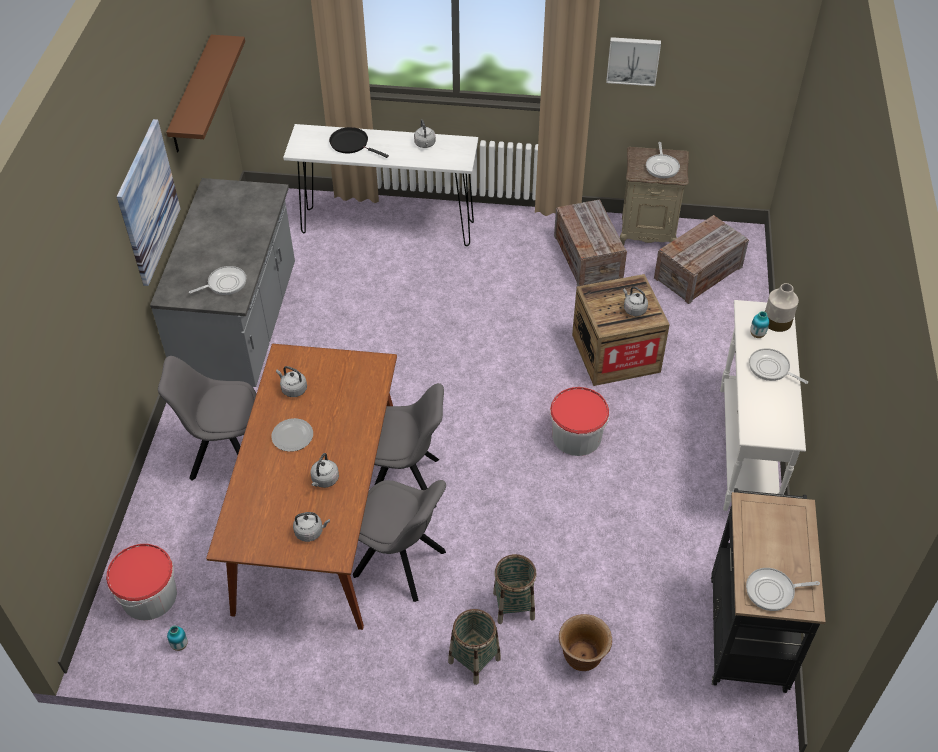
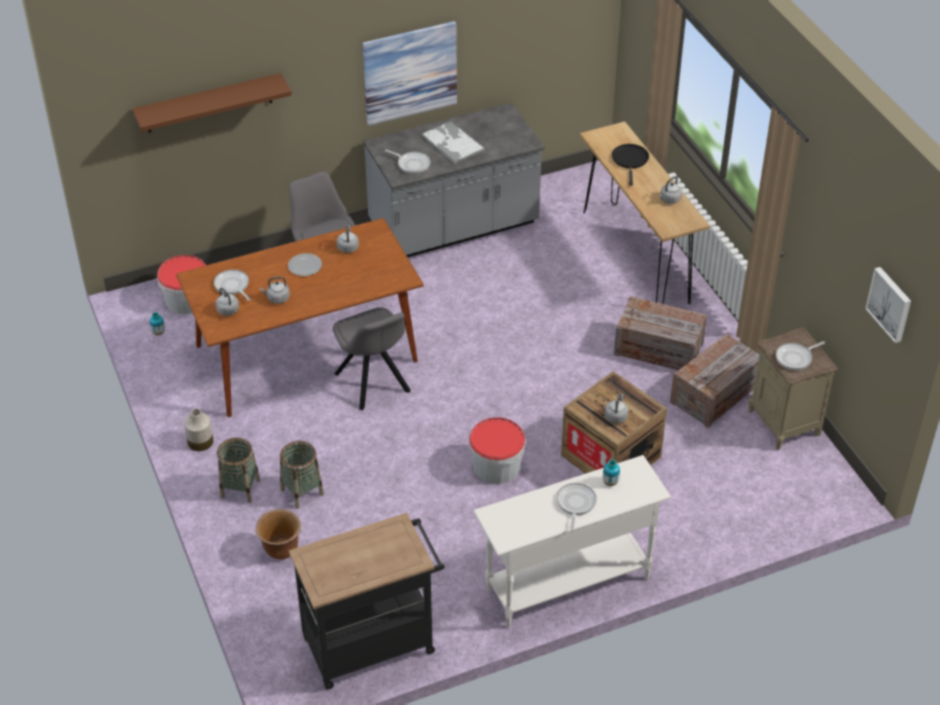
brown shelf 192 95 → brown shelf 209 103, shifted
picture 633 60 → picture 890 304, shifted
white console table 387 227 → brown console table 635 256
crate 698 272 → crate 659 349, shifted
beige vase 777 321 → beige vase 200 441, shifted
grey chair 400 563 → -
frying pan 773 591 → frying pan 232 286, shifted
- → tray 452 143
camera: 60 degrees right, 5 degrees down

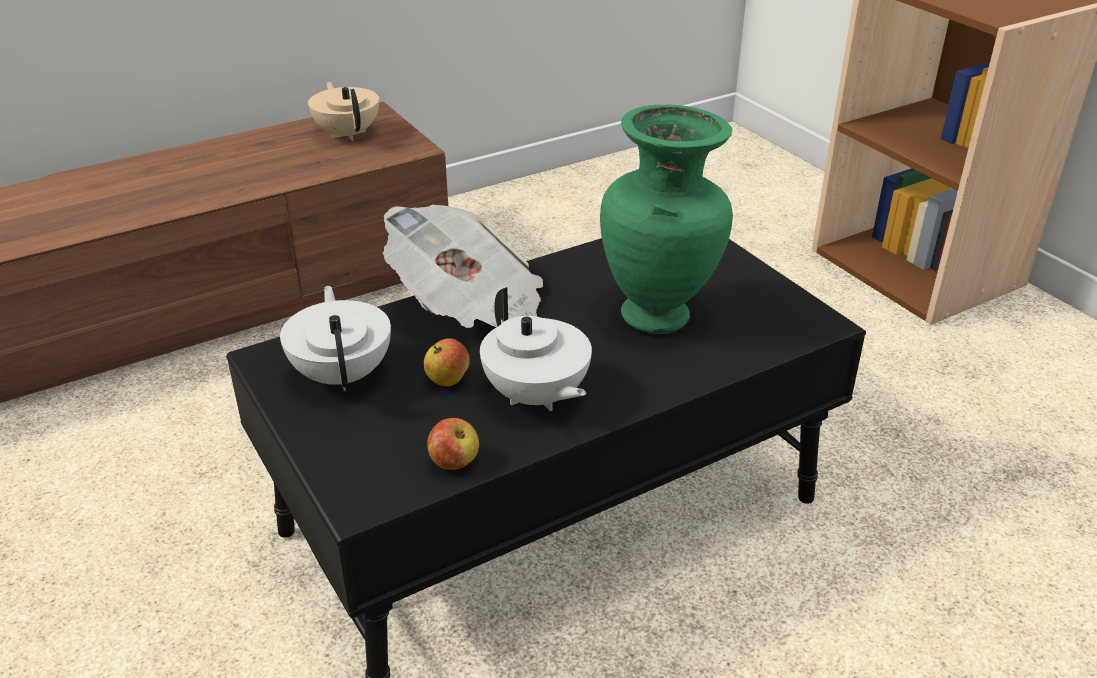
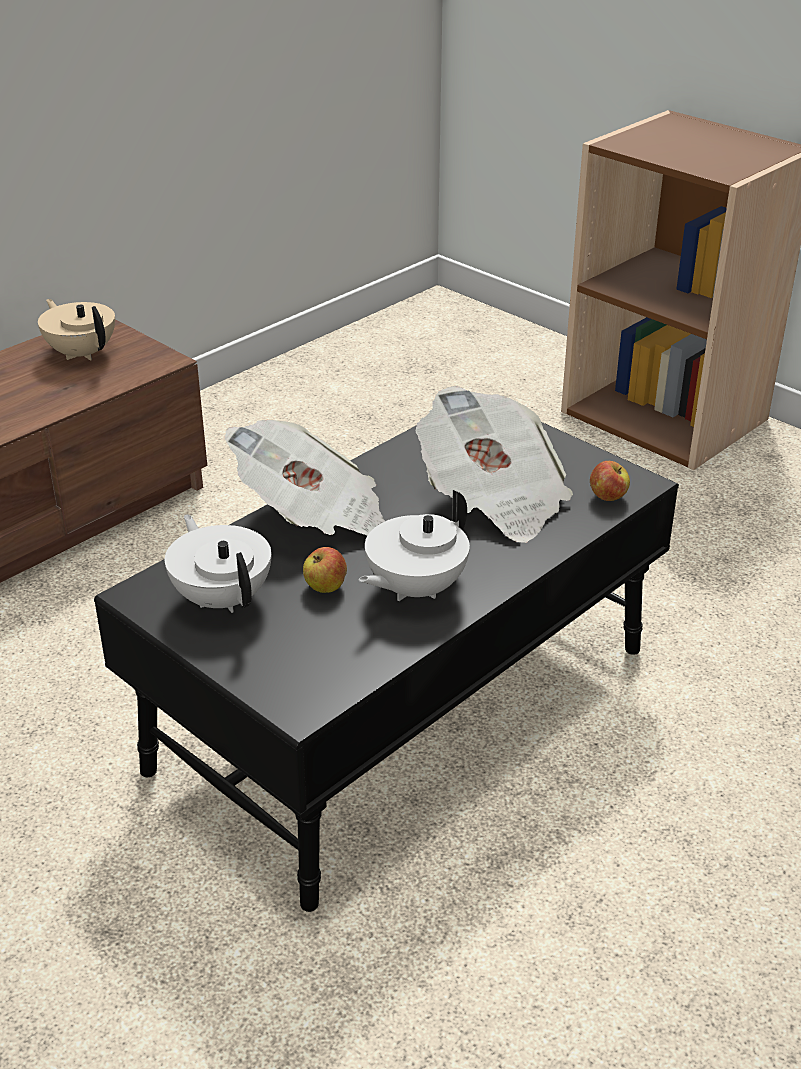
green vase 658 317 → newspaper 493 499
white teapot 536 397 → white teapot 414 589, 90 degrees clockwise
apple 454 462 → apple 608 497, shifted
camera: 15 degrees left, 0 degrees up

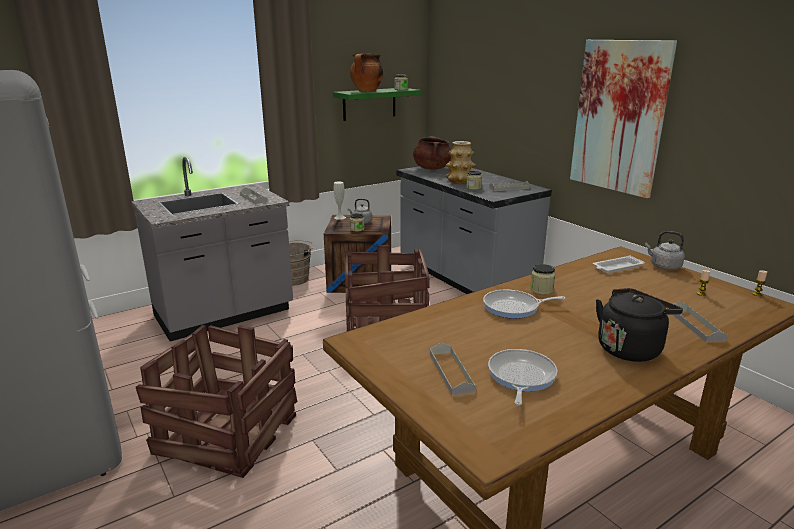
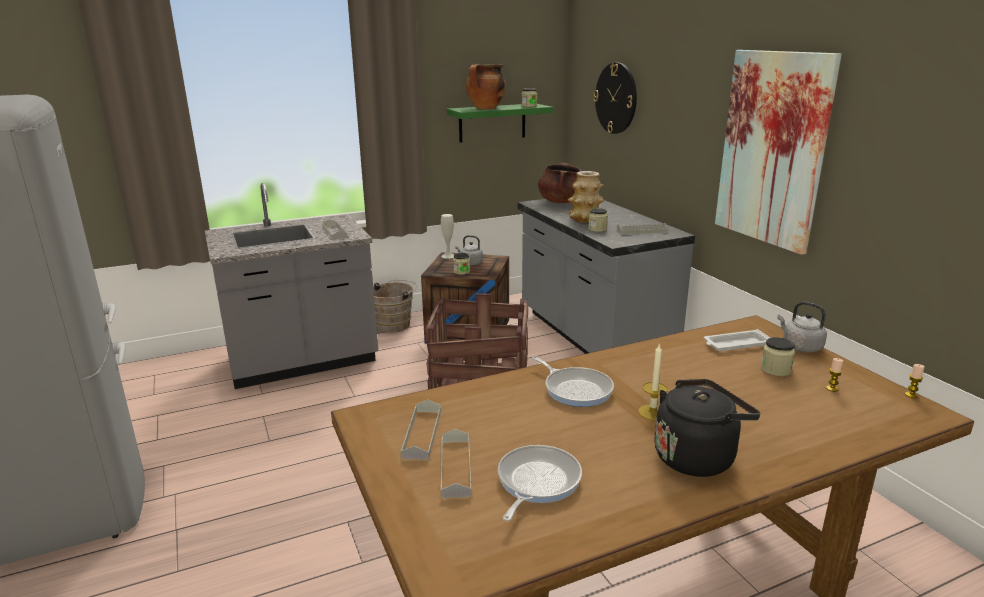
jar 541 290 → jar 775 370, shifted
frying pan 514 308 → frying pan 575 389, 135 degrees counterclockwise
grey tray 695 325 → grey tray 422 434, shifted
crate 229 431 → -
- → wall clock 616 98
- → candle 652 412
camera: 10 degrees right, 0 degrees up

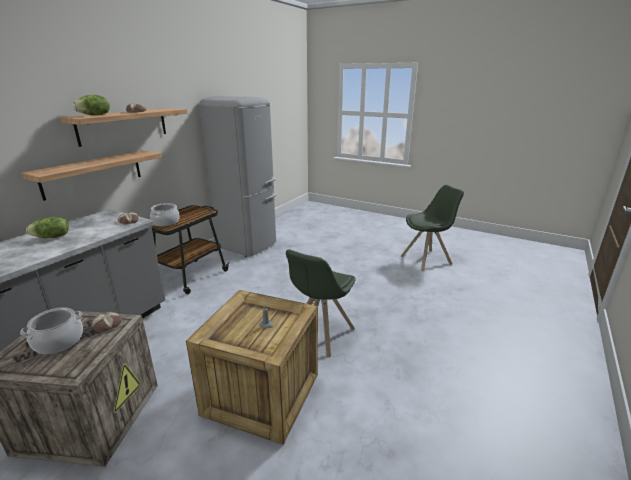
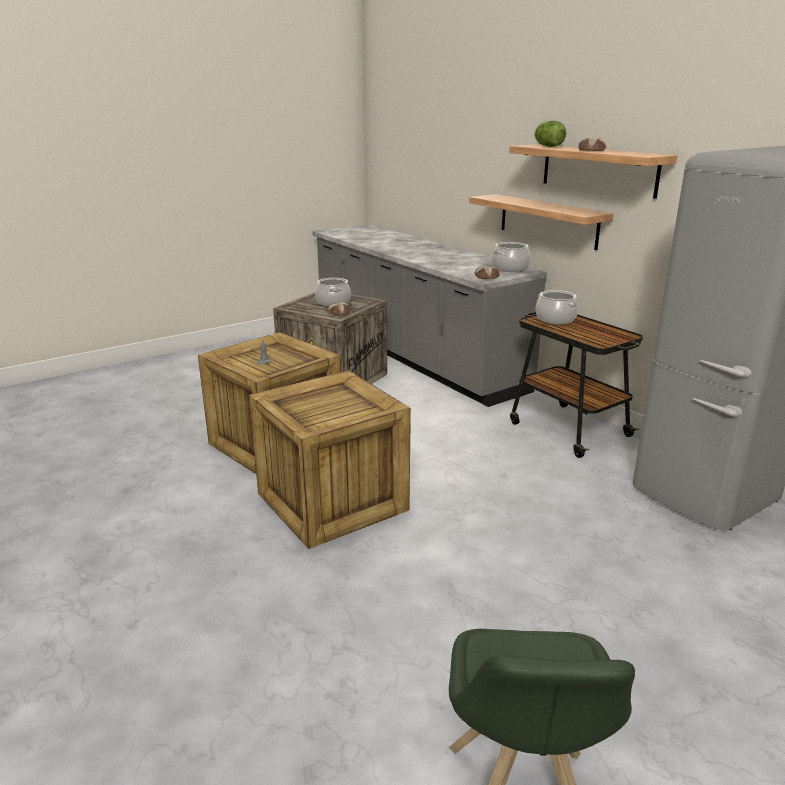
lettuce 52 237 → -
green chair 320 334 → crate 332 500
- → cooking pot 510 268
camera: 115 degrees right, 0 degrees up

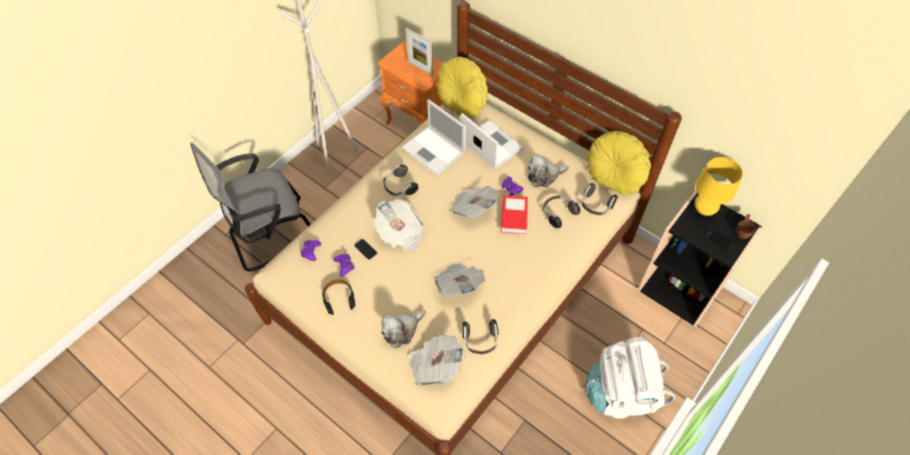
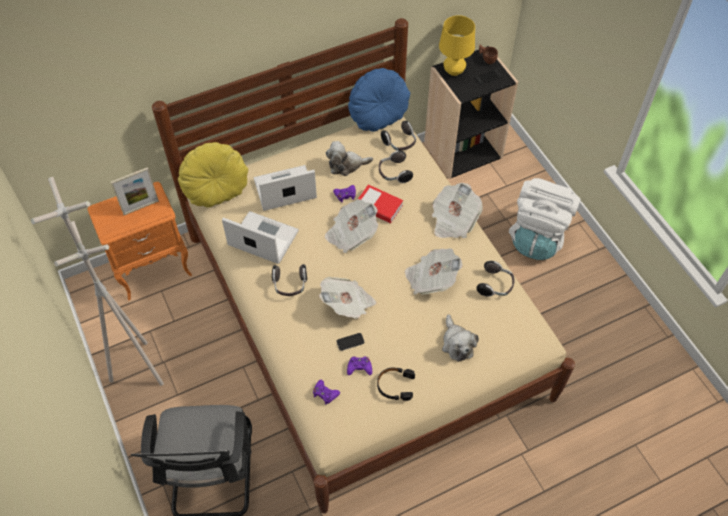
laptop 434 151 → laptop 262 238, 135 degrees counterclockwise
yellow pillow 613 180 → blue pillow 378 119
plush toy 544 176 → plush toy 346 165, 75 degrees clockwise
newspaper 435 365 → newspaper 453 220, shifted
camera: 65 degrees left, 0 degrees up

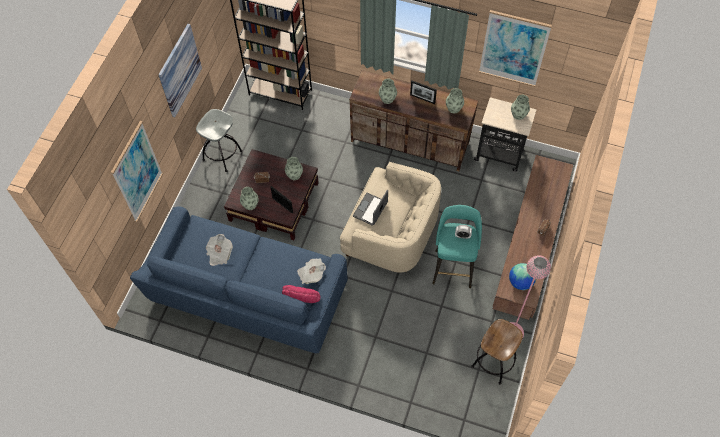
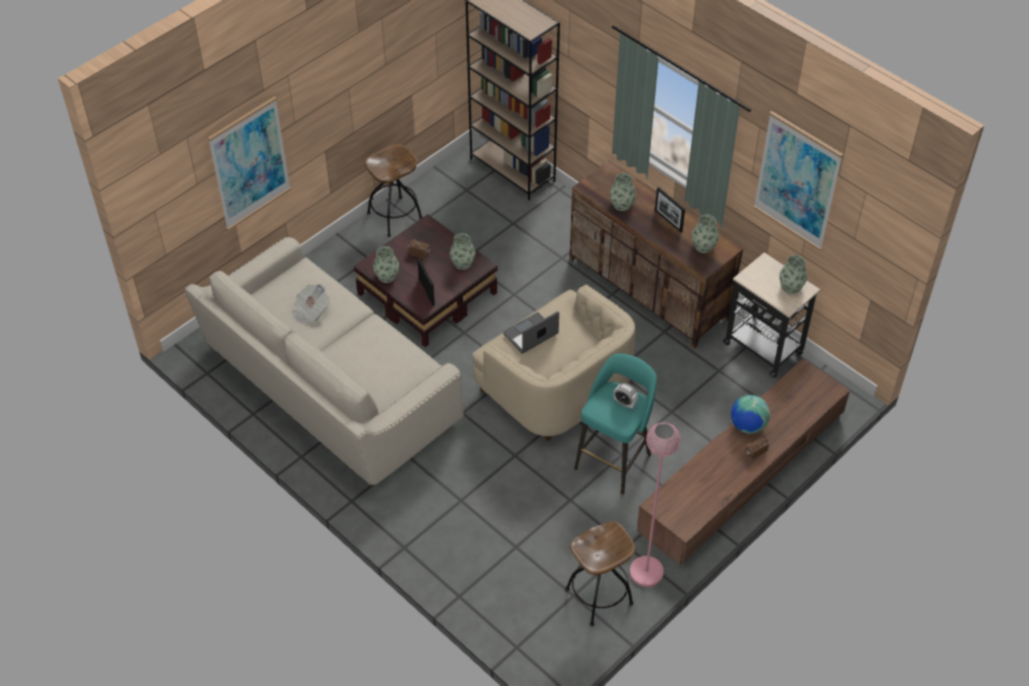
picture 179 70 → -
grey stool 222 155 → brown stool 395 216
blue sofa 247 294 → beige sofa 330 385
newspaper 311 274 → -
globe 520 282 → globe 747 425, shifted
pink pillow 302 301 → -
camera: 25 degrees right, 10 degrees down

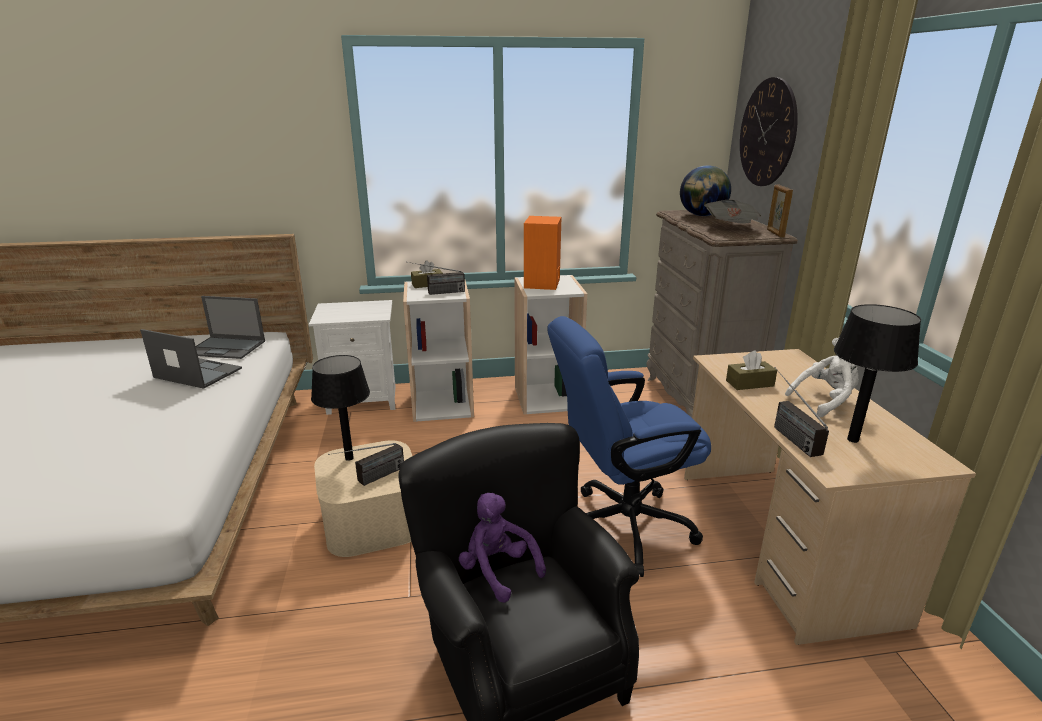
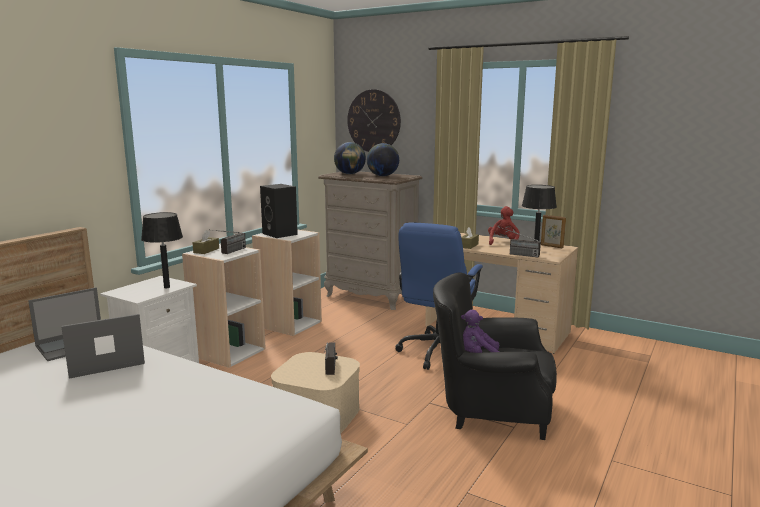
picture frame 775 233 → picture frame 551 246, shifted
newspaper 731 227 → globe 382 176
orange speaker 542 284 → black speaker 281 234
white plush toy 825 401 → red plush toy 503 243
black table lamp 349 458 → black table lamp 167 287, shifted
camera: 50 degrees left, 10 degrees down

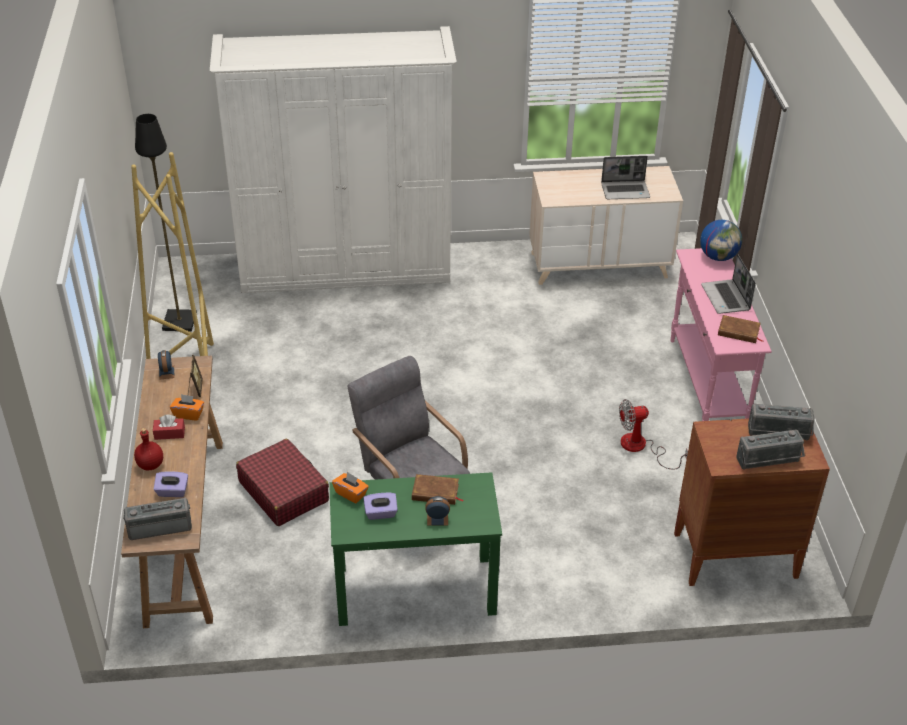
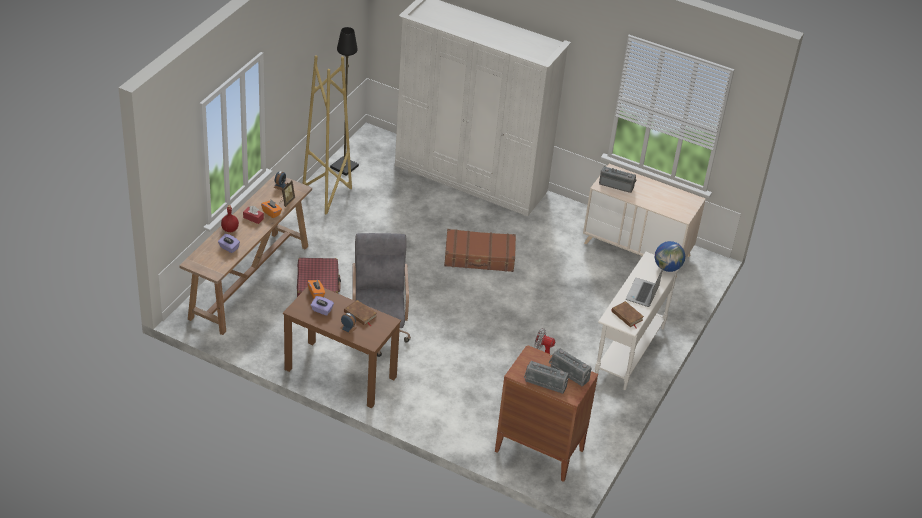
laptop 625 191 → -
pink console table 707 383 → white console table 629 352
green desk 414 590 → brown desk 340 373
radio 160 526 → radio 616 185, shifted
- → brown suitcase 479 257
camera: 30 degrees right, 0 degrees up

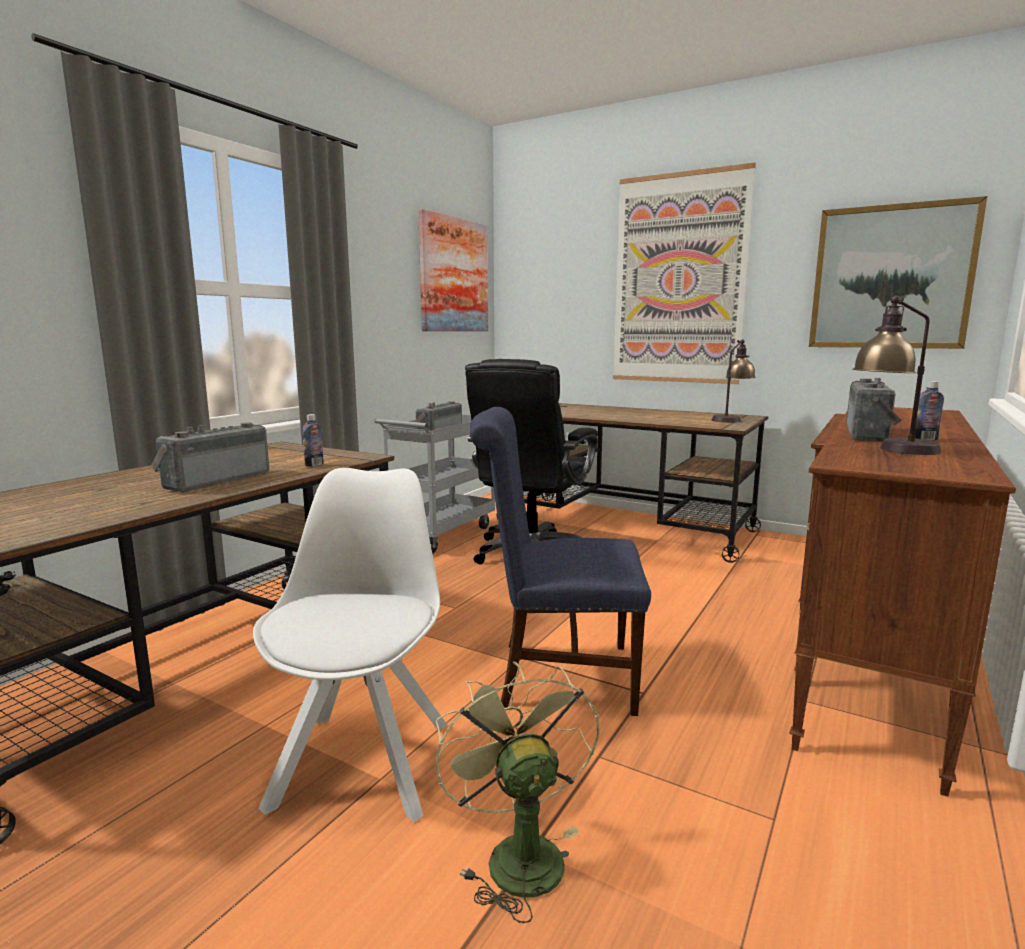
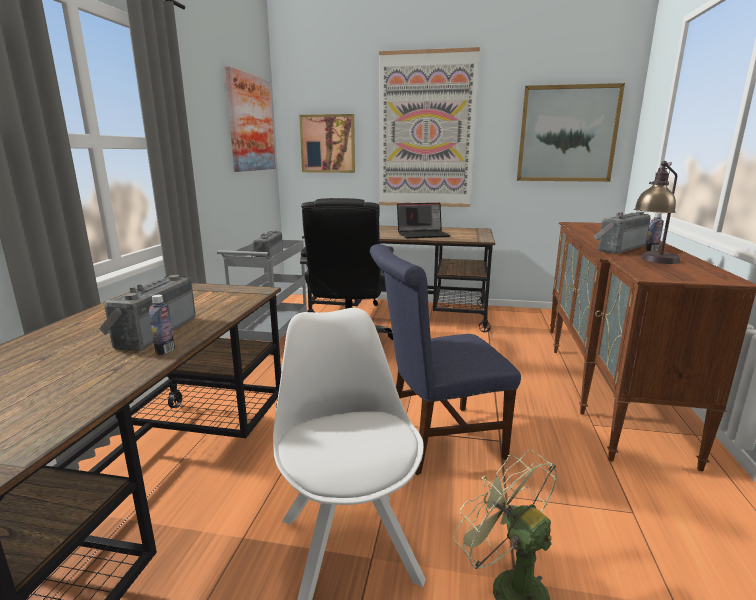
table lamp 731 419 → -
radio 872 434 → radio 618 248, 135 degrees counterclockwise
bottle 314 465 → bottle 165 351, shifted
- → picture 328 144
- → laptop 423 234
camera: 20 degrees left, 5 degrees up

